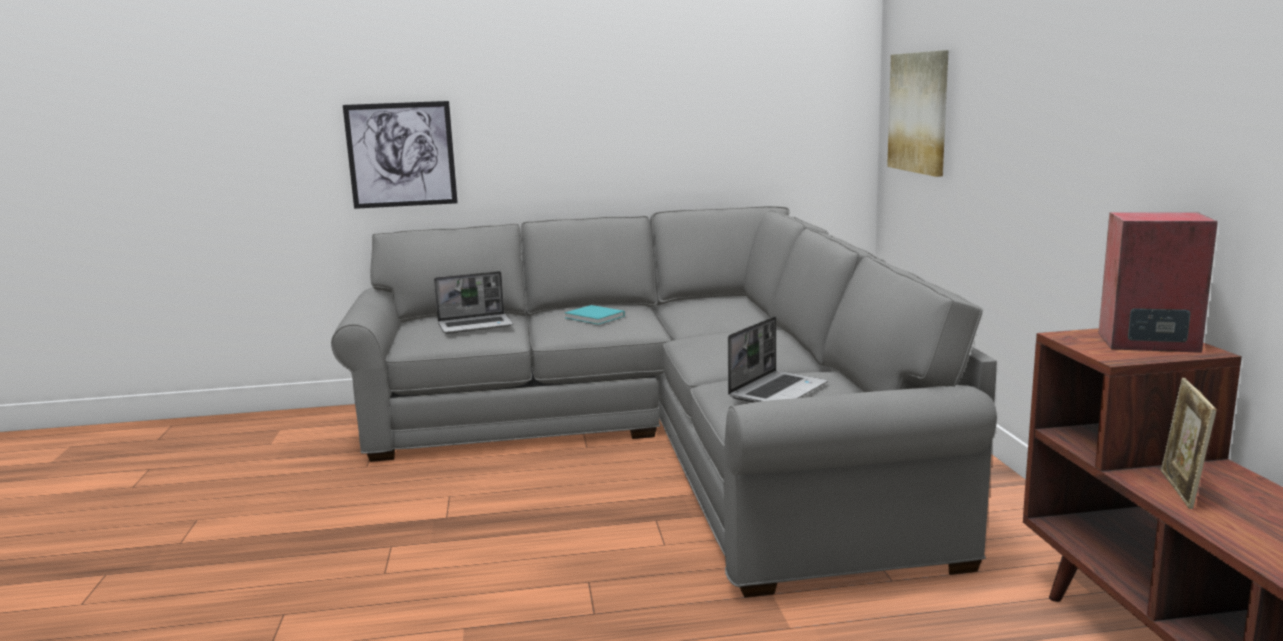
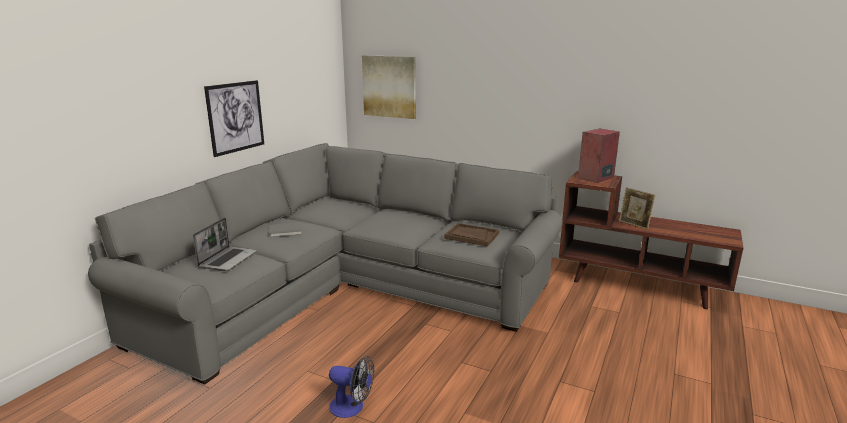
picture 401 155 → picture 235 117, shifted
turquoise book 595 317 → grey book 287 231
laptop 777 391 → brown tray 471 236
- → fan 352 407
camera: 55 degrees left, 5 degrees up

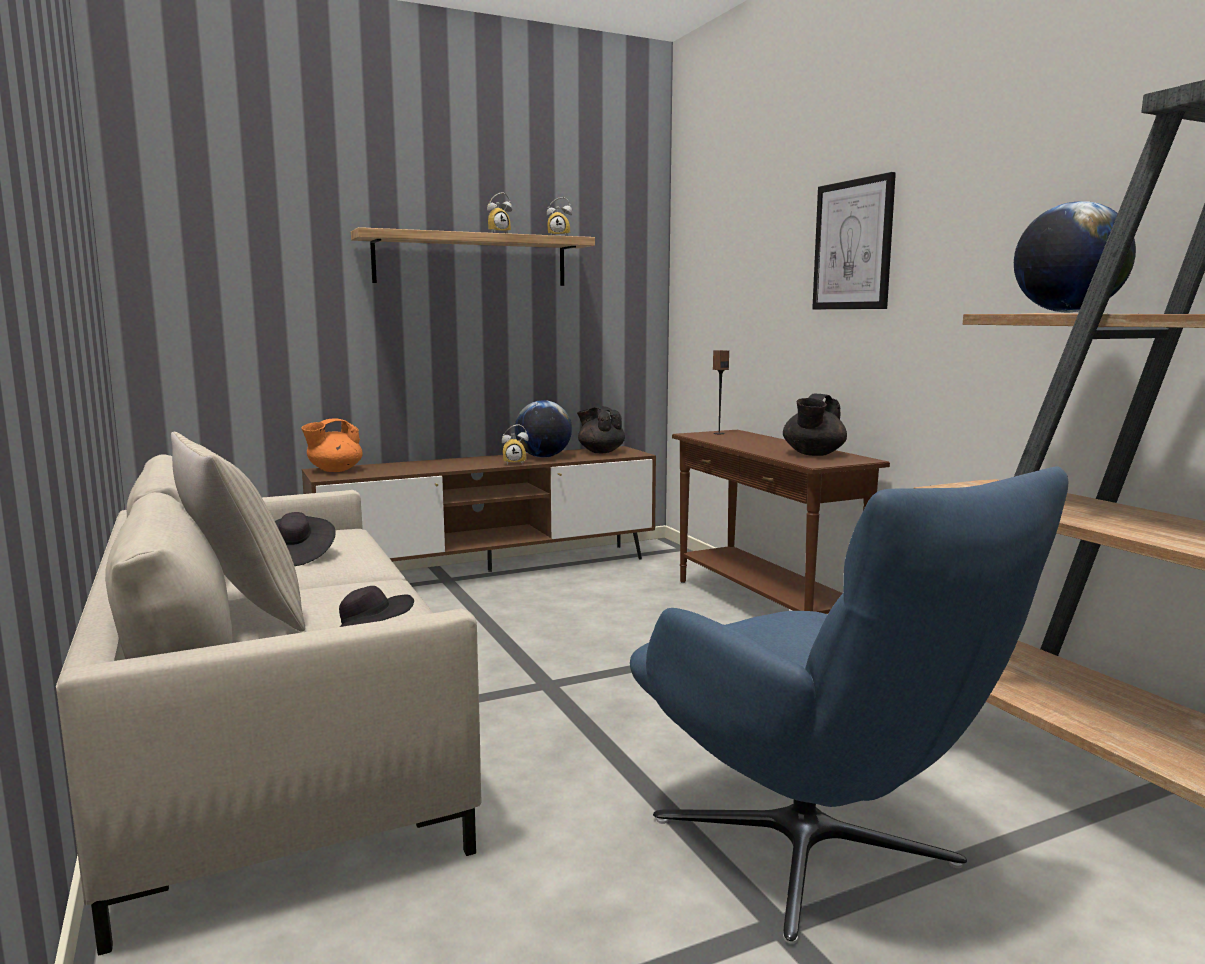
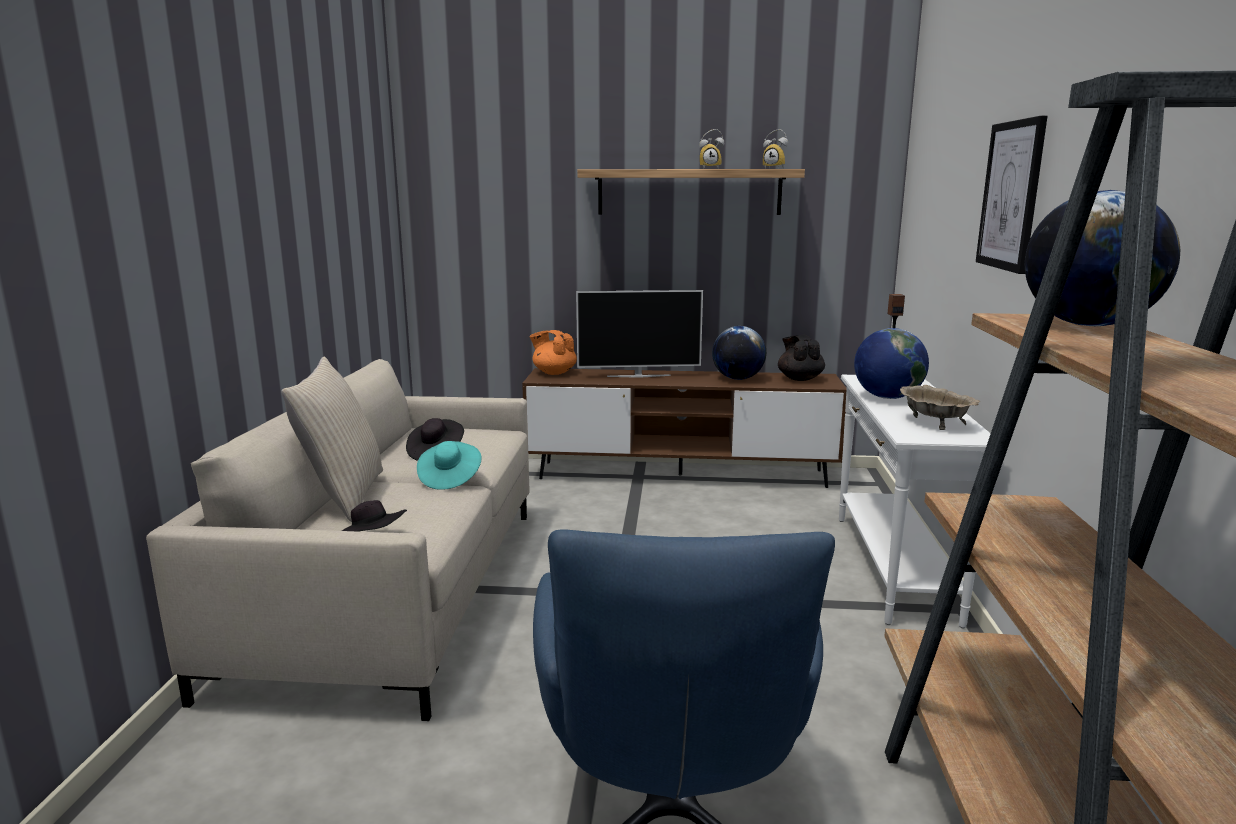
black teapot 813 454 → beige bowl 935 423
orange teapot 334 470 → orange teapot 554 373, 45 degrees clockwise
alarm clock 515 463 → -
brown console table 766 608 → white console table 896 567
- → television 638 376
- → globe 887 397
- → turquoise hat 449 479
camera: 30 degrees right, 5 degrees up

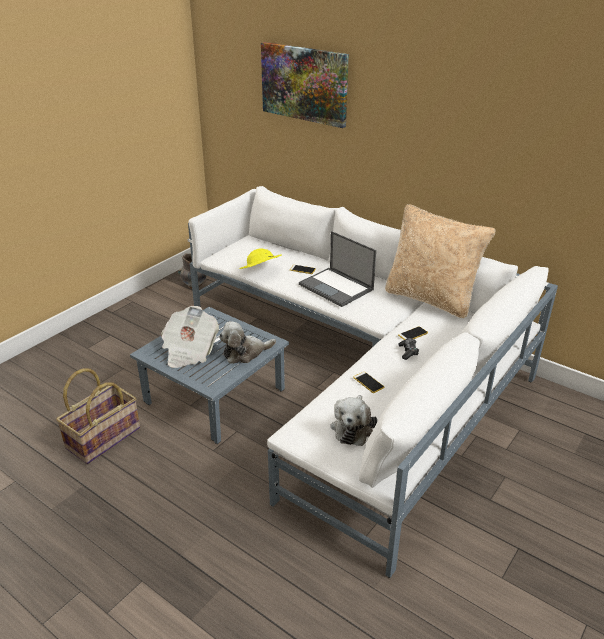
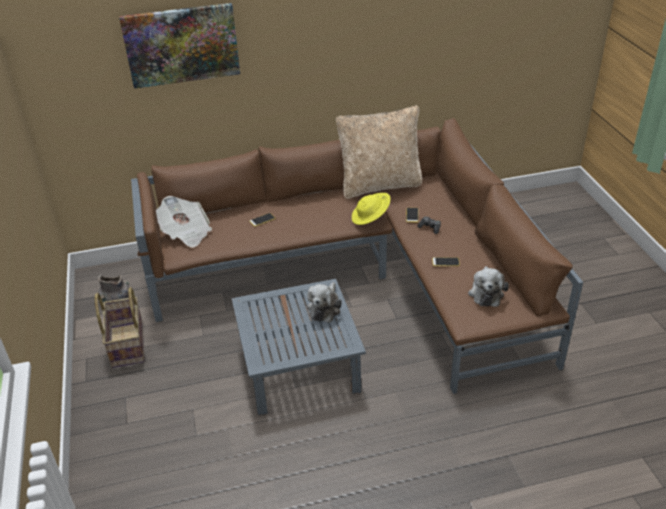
white sofa 337 379 → brown sofa 354 290
laptop 337 287 → -
yellow hat 260 271 → yellow hat 370 218, shifted
newspaper 189 351 → newspaper 186 233, shifted
basket 103 437 → basket 126 345, shifted
plush toy 352 427 → plush toy 486 293, 45 degrees clockwise
camera: 50 degrees left, 5 degrees up

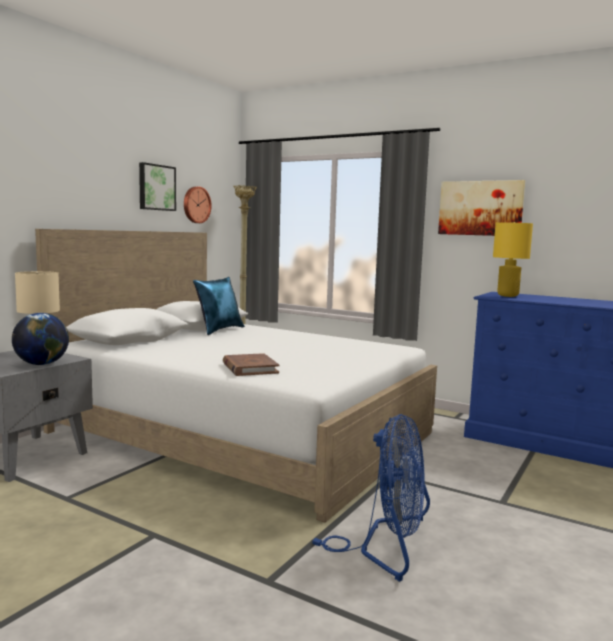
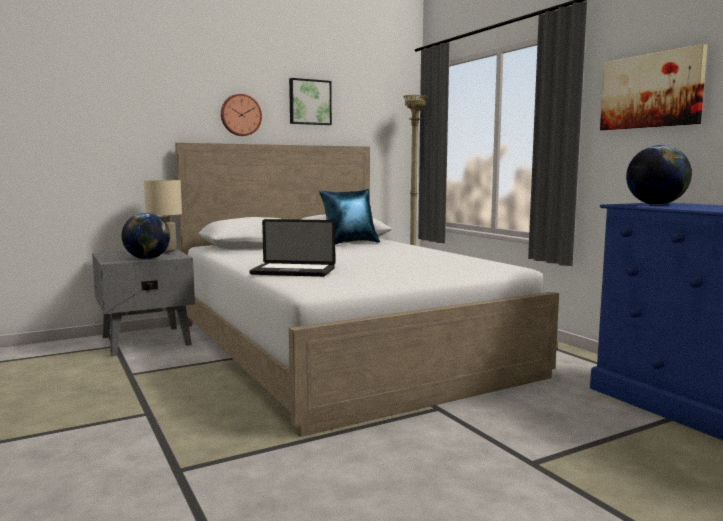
wall clock 196 205 → wall clock 240 115, shifted
yellow table lamp 507 296 → globe 656 204
brown book 250 368 → laptop 293 271
blue fan 385 544 → -
camera: 30 degrees right, 0 degrees up

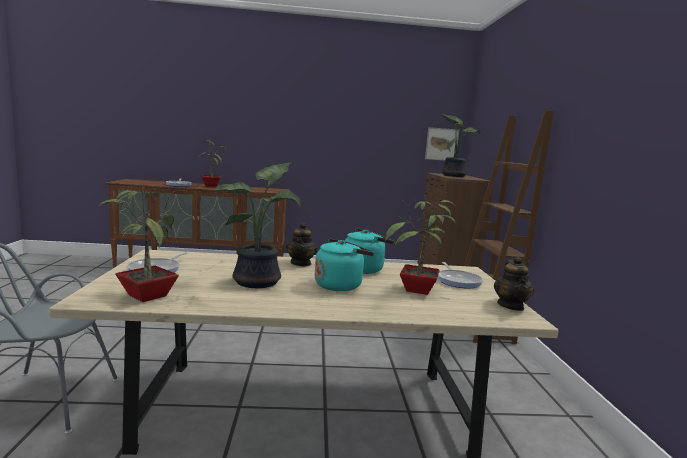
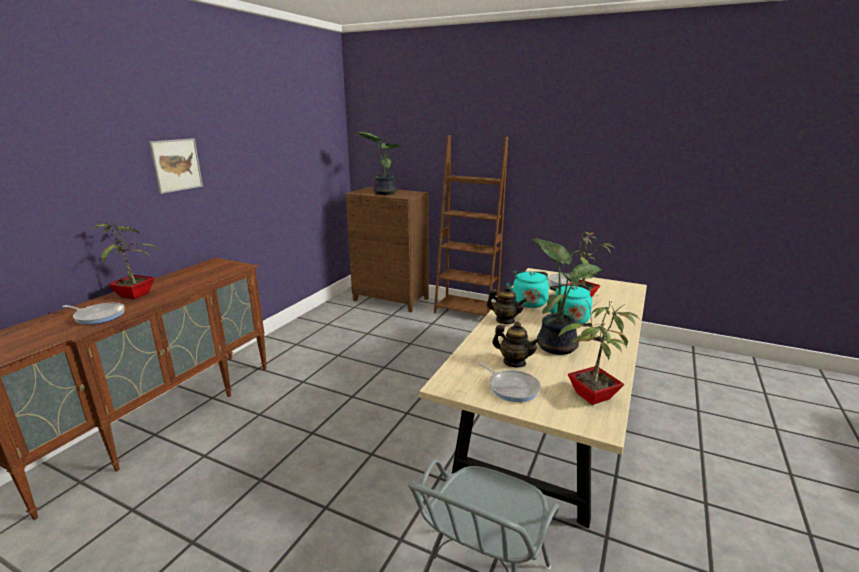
picture 441 144 → picture 176 165, shifted
teapot 511 306 → teapot 514 362, shifted
camera: 60 degrees left, 10 degrees up

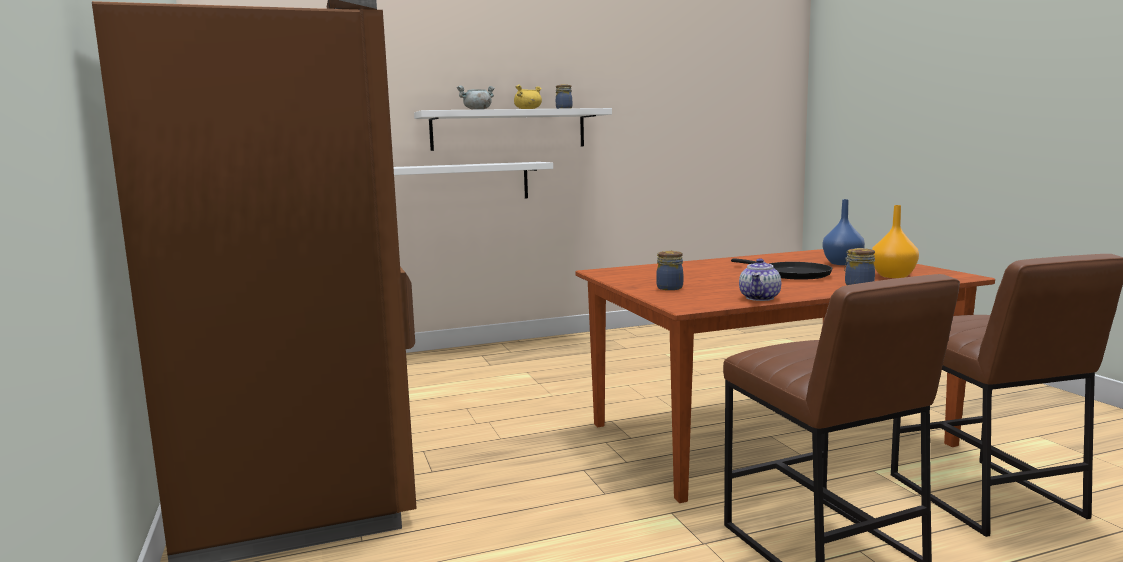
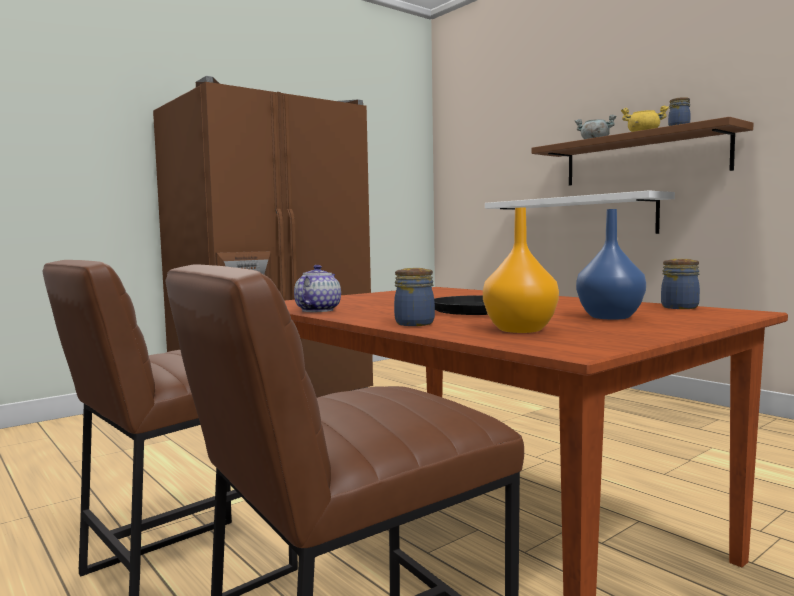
white shelf 509 129 → brown shelf 643 158
jar 669 288 → jar 681 307, shifted
teapot 760 298 → teapot 317 310, 105 degrees clockwise
camera: 70 degrees right, 5 degrees down

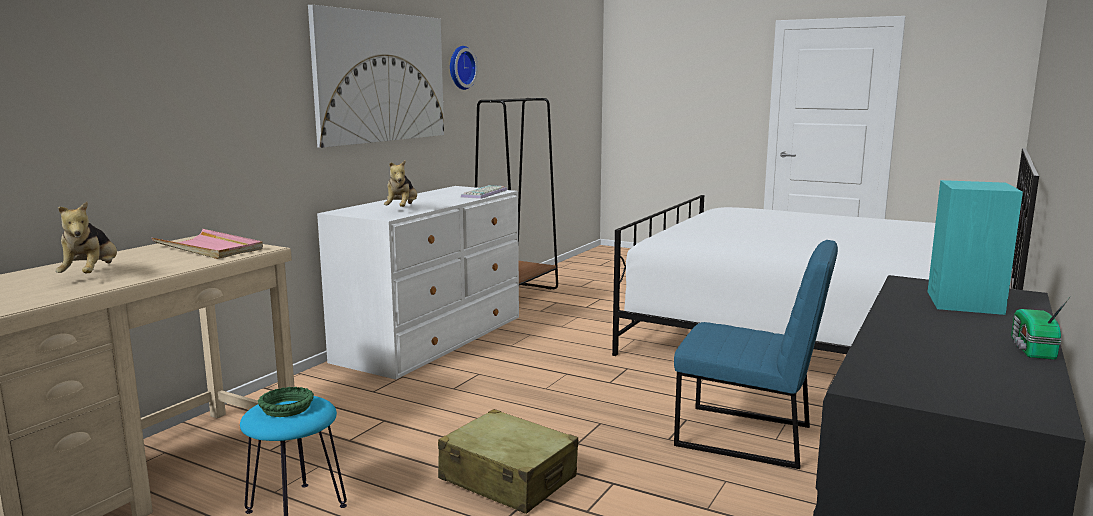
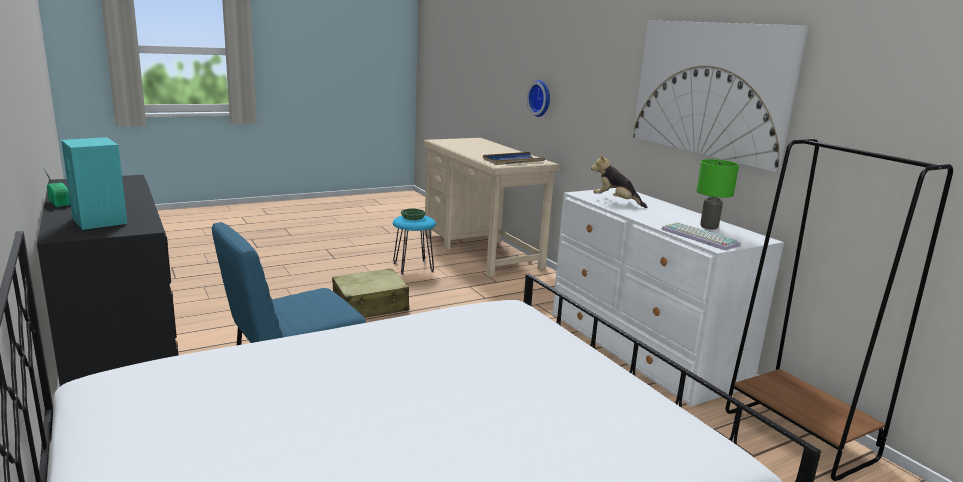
wall clock 460 67 → wall clock 541 98, shifted
plush toy 91 275 → -
pink tray 209 248 → blue tray 513 161
- → green table lamp 708 227
camera: 120 degrees right, 5 degrees up

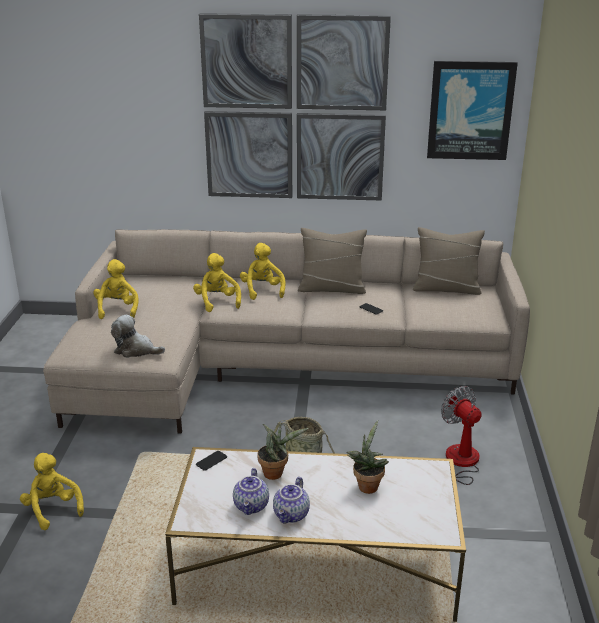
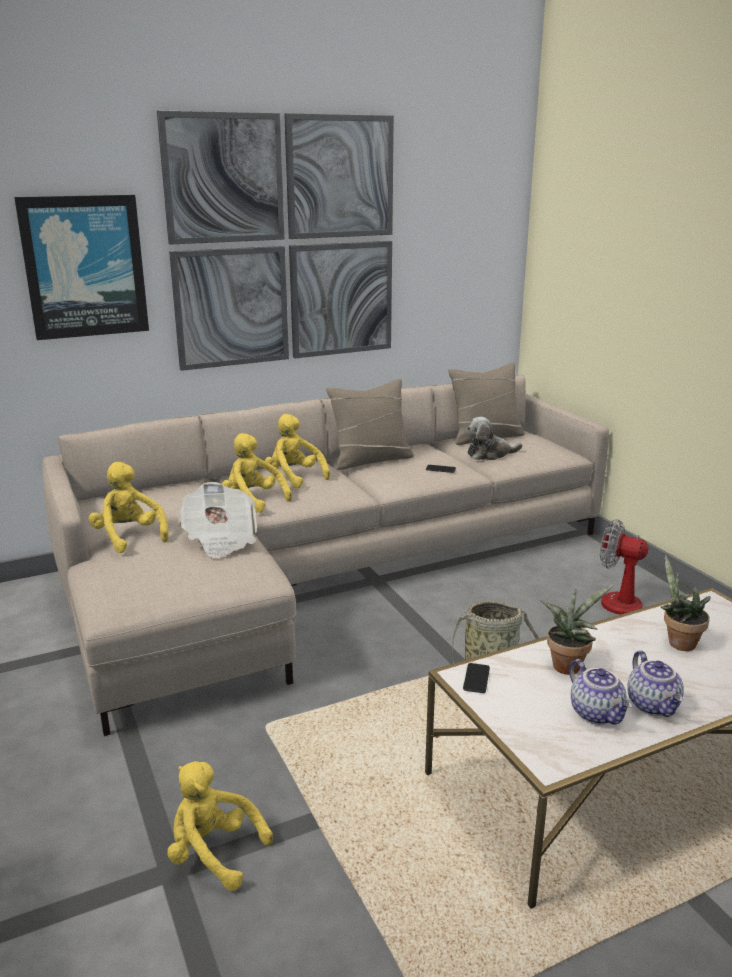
picture 470 110 → picture 84 267, shifted
plush toy 136 350 → plush toy 490 454, shifted
- → newspaper 220 539
camera: 30 degrees left, 5 degrees down

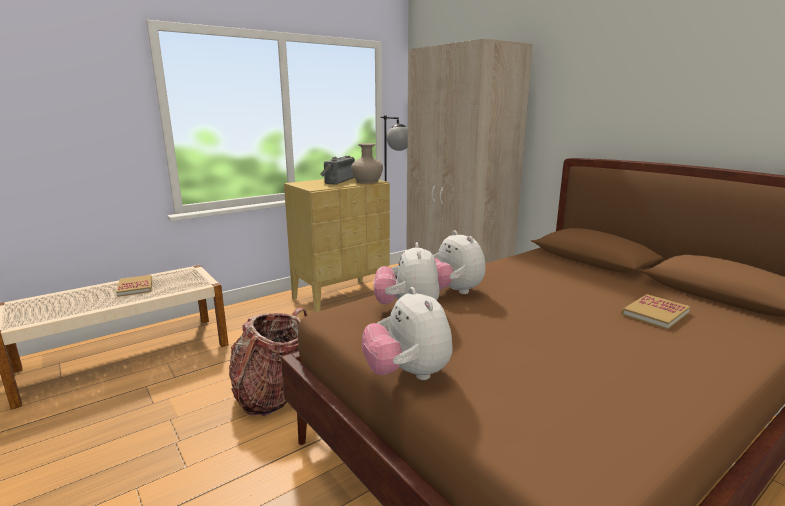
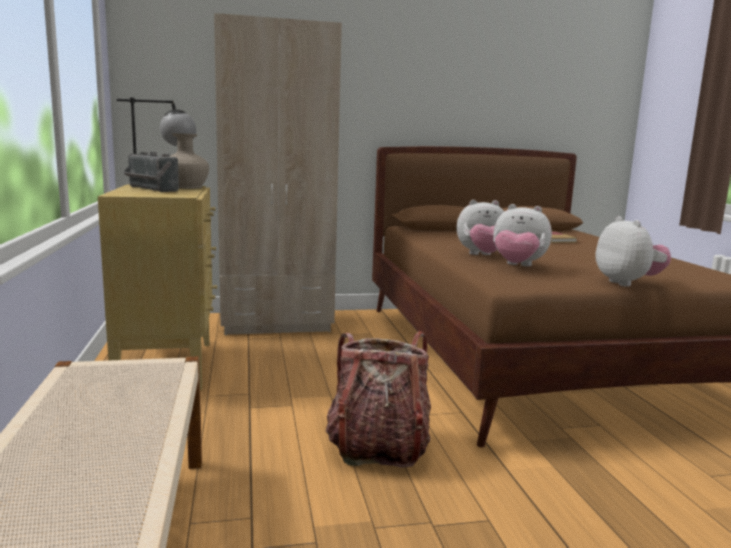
book 135 287 → -
plush toy 407 374 → plush toy 627 283, 105 degrees counterclockwise
camera: 65 degrees left, 5 degrees down

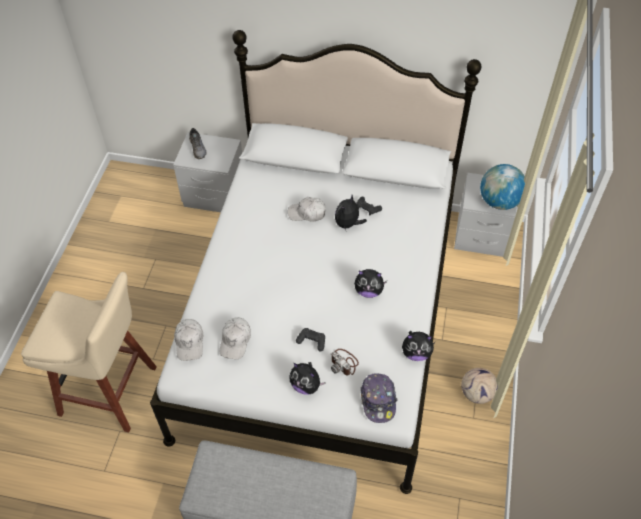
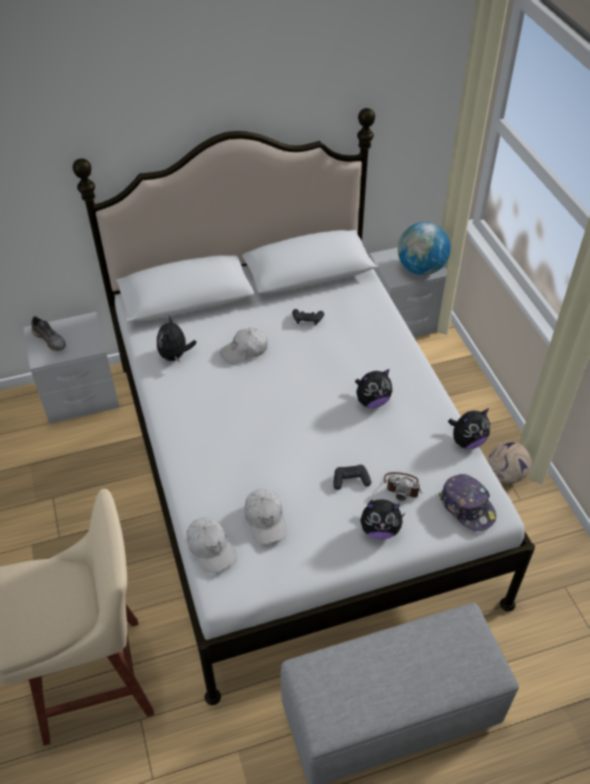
plush toy 348 224 → plush toy 175 355, shifted
camera: 30 degrees left, 5 degrees down

